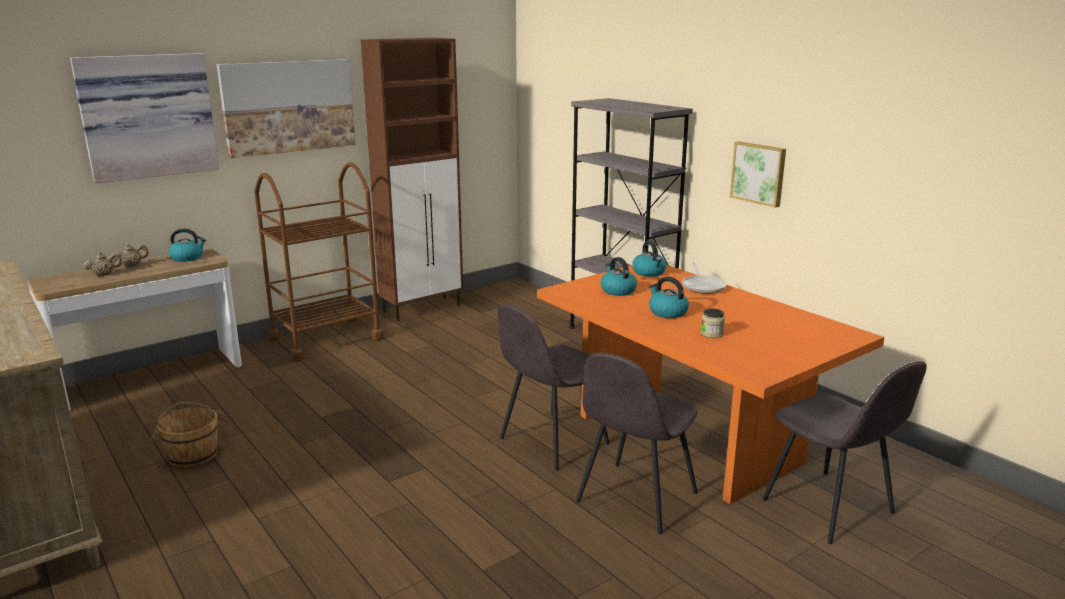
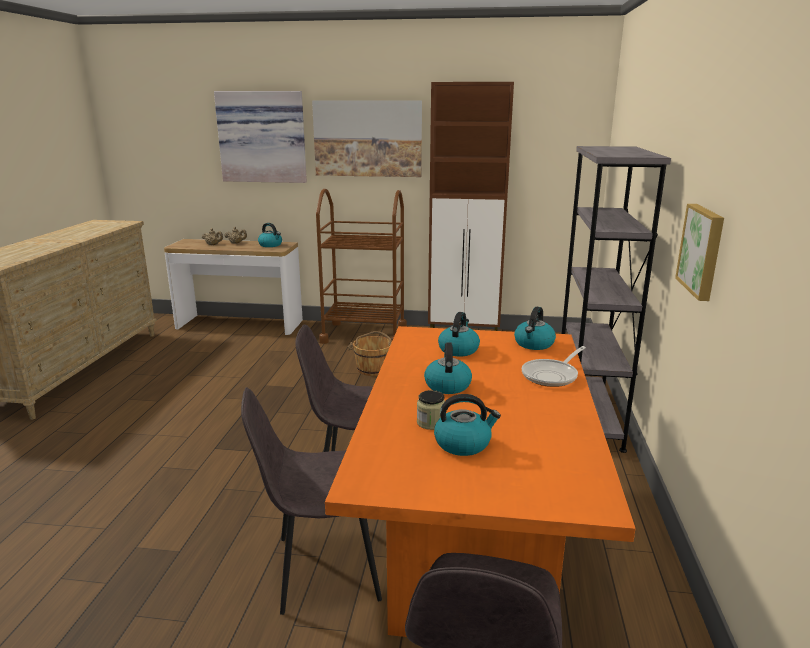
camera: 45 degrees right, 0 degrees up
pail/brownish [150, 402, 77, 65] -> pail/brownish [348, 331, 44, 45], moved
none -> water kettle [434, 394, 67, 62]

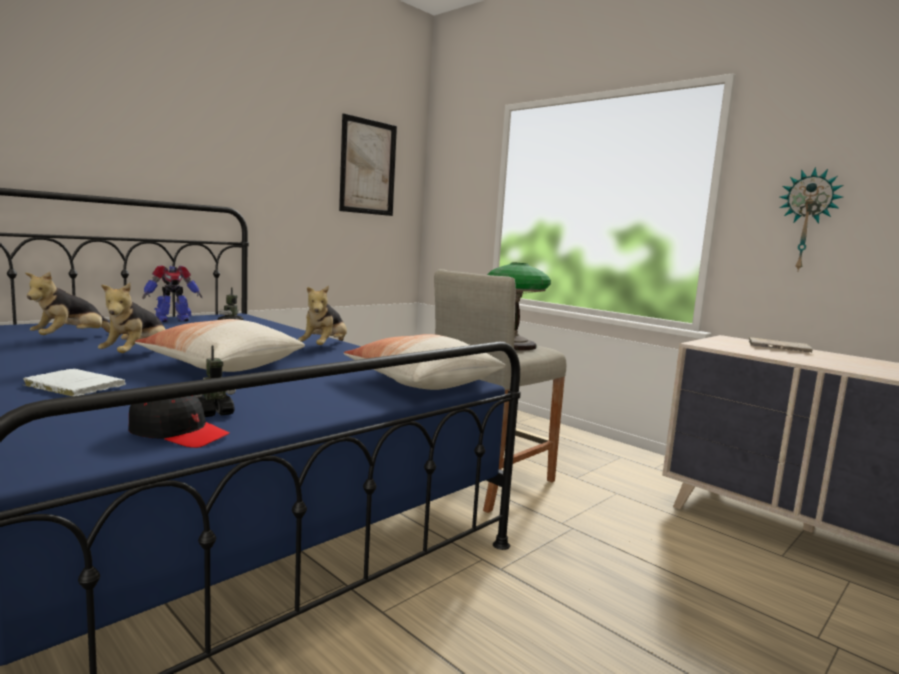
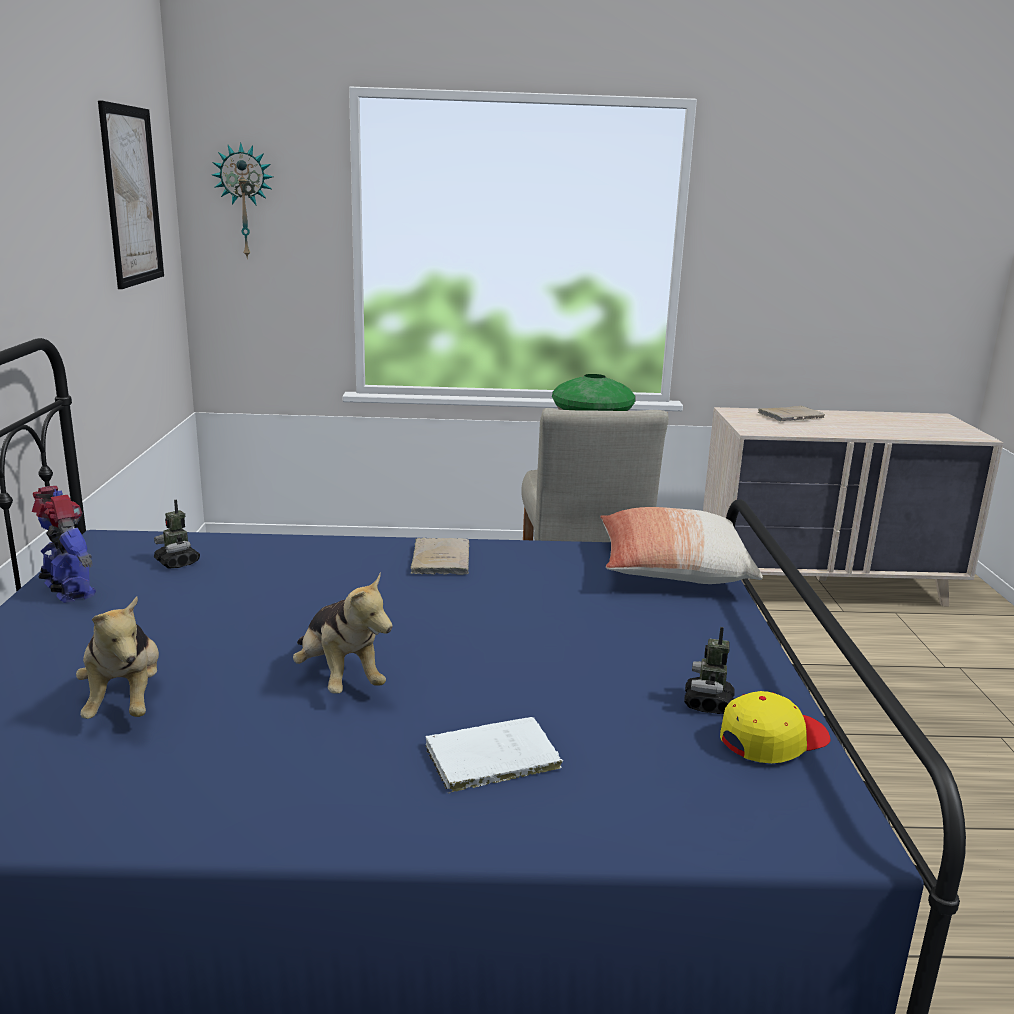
camera: 45 degrees left, 10 degrees up
model robot [142, 265, 60, 57] -> model robot [32, 486, 64, 117], 45 degrees counterclockwise
hanging clock [779, 167, 64, 104] -> hanging clock [212, 142, 61, 118], moved
cuddly toy [298, 285, 49, 60] -> bound book/beige-coloured [411, 538, 58, 37]
peaked cap/black [128, 396, 102, 52] -> peaked cap/yellow [720, 691, 110, 72]
cushion [135, 319, 170, 53] -> none

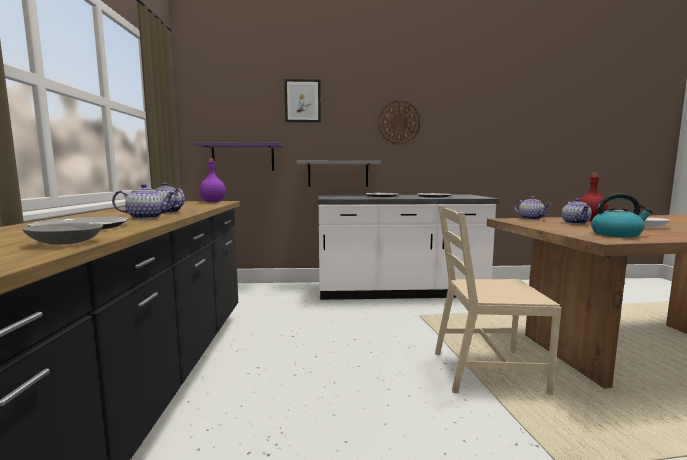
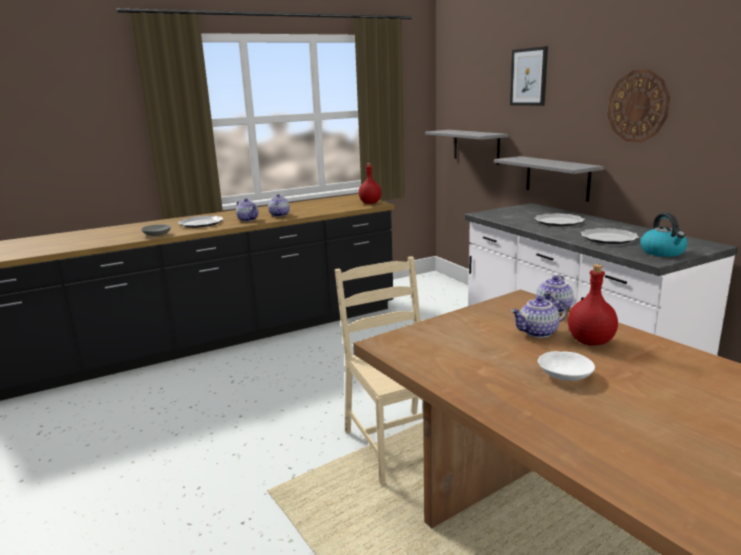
camera: 65 degrees right, 10 degrees up
beverage bottle/purplish [200, 158, 26, 44] -> beverage bottle/reddish [359, 163, 22, 41]
wall shelf/purplish [193, 142, 90, 29] -> wall shelf/grey [425, 130, 83, 35]
water kettle [591, 194, 62, 44] -> water kettle [640, 213, 48, 44], moved

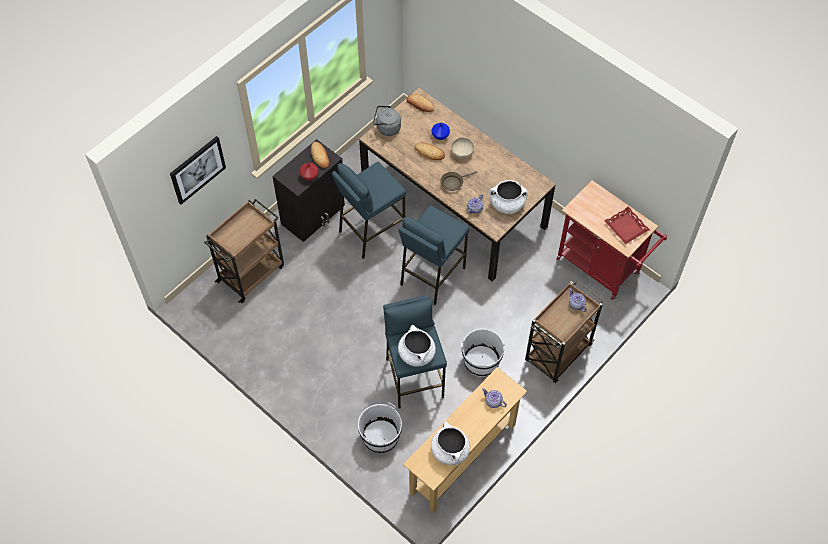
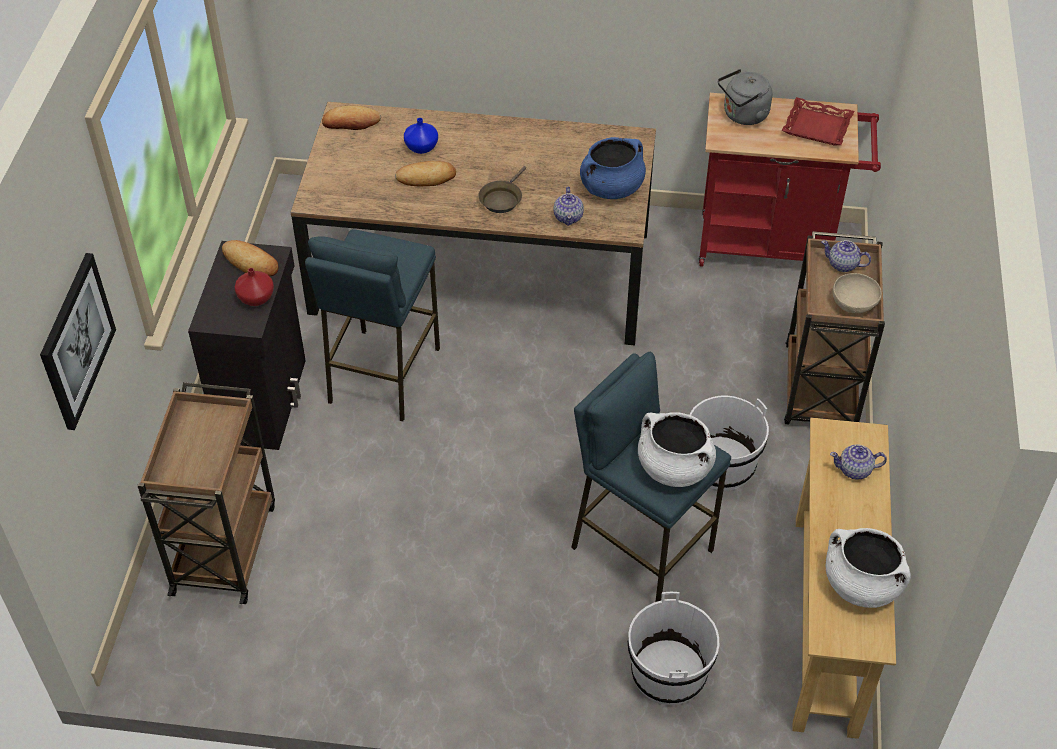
camera: 35 degrees left, 10 degrees down
cooking pot/white [489, 180, 39, 34] -> cooking pot/bluish [580, 137, 66, 62]
water kettle/grey [373, 106, 28, 30] -> water kettle/grey [718, 69, 54, 56], moved
serving bowl/beige-coloured [451, 137, 23, 21] -> serving bowl/beige-coloured [833, 273, 49, 40], moved
sitting stool/bluish [398, 205, 71, 100] -> none

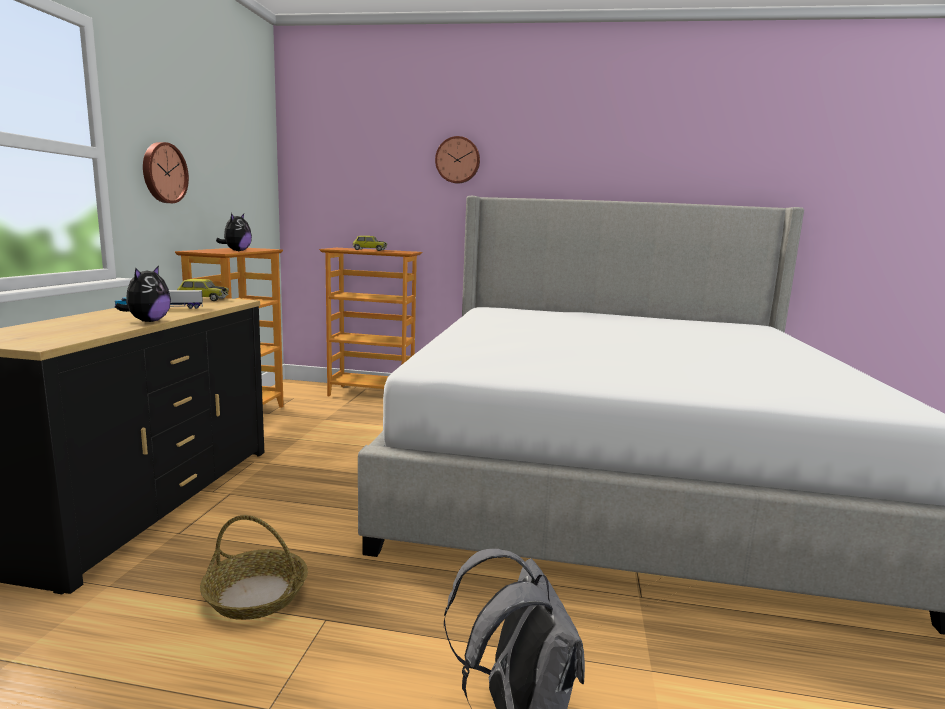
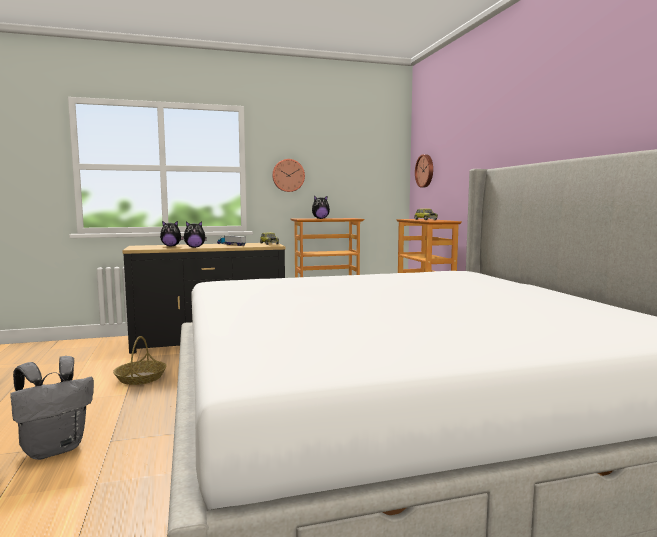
camera: 65 degrees right, 5 degrees down
none -> cuddly toy [160, 221, 24, 26]
hanging clock [435, 136, 45, 48] -> hanging clock [415, 154, 18, 33], moved

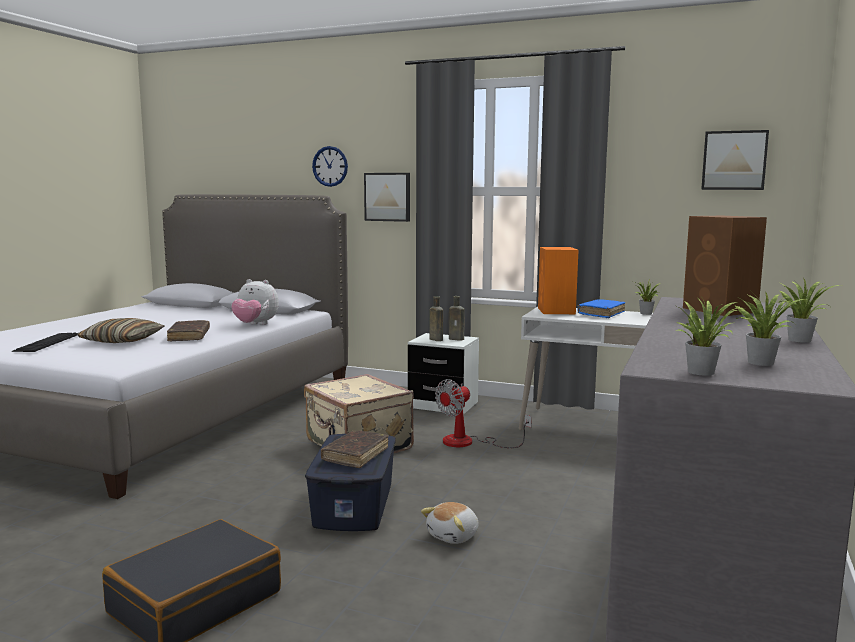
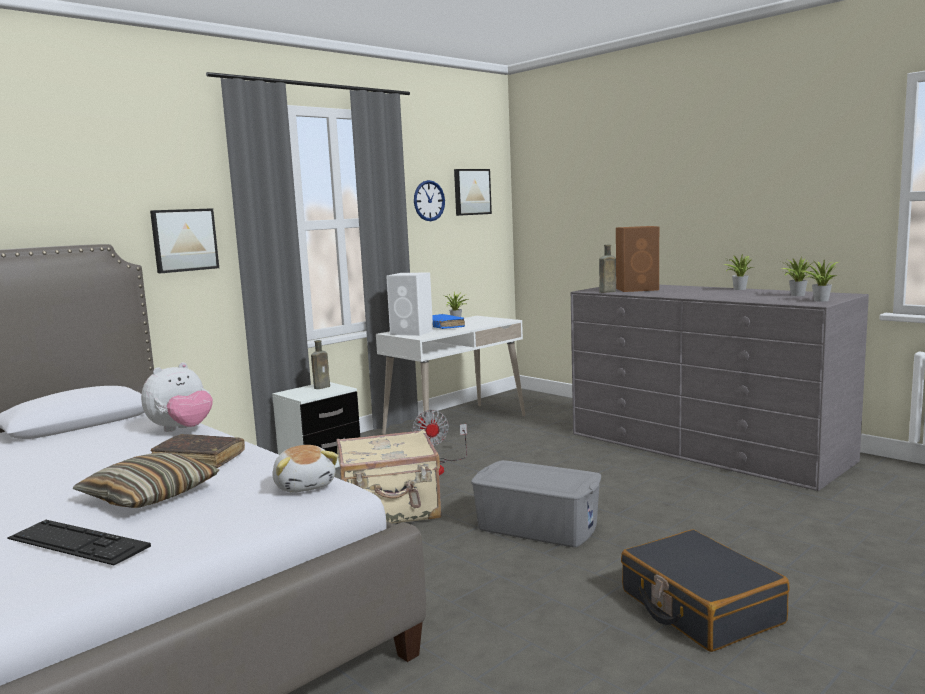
camera: 65 degrees left, 0 degrees up
cuddly toy [421, 502, 58, 42] -> cuddly toy [272, 445, 66, 48], moved
loudspeaker/orange [538, 247, 41, 67] -> loudspeaker/white [386, 273, 47, 63]
hanging clock [312, 146, 36, 41] -> hanging clock [414, 180, 31, 41], moved
storage container/bluish [305, 434, 91, 97] -> storage container/grey [471, 460, 130, 87]
beverage bottle/brownish [429, 296, 14, 45] -> beverage bottle/brownish [599, 245, 17, 48], moved
bound book/brownish [321, 430, 67, 38] -> none

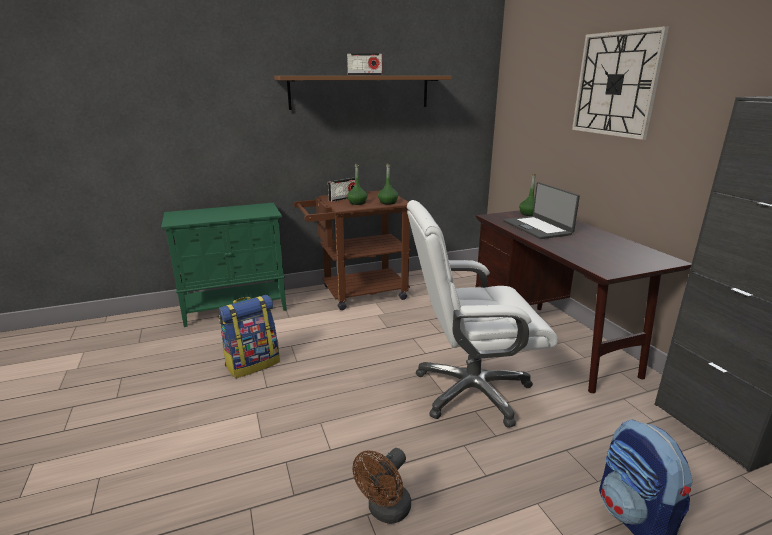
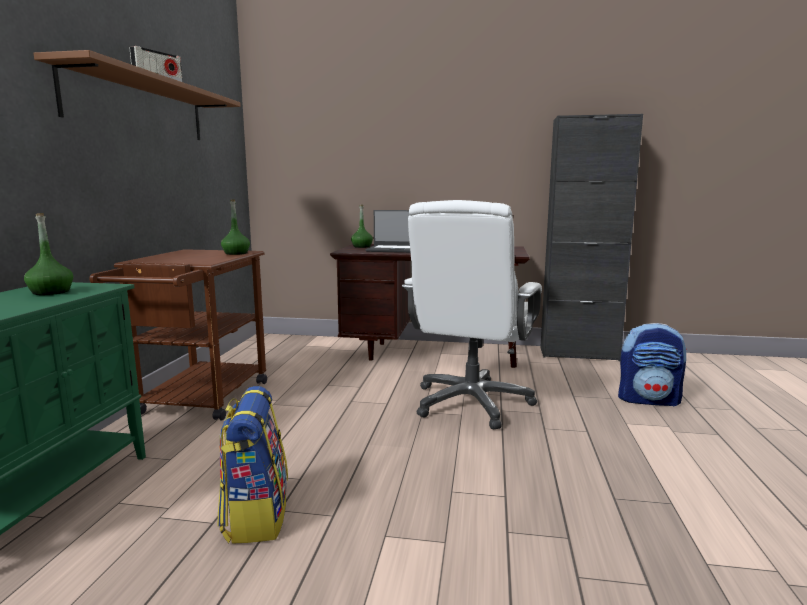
camera: 60 degrees left, 10 degrees down
beverage bottle/green [347, 164, 21, 41] -> beverage bottle/green [24, 213, 49, 82], moved
radio receiver [328, 178, 27, 24] -> none
electric fan/brownish [353, 448, 58, 76] -> none
hanging clock [572, 26, 97, 114] -> none

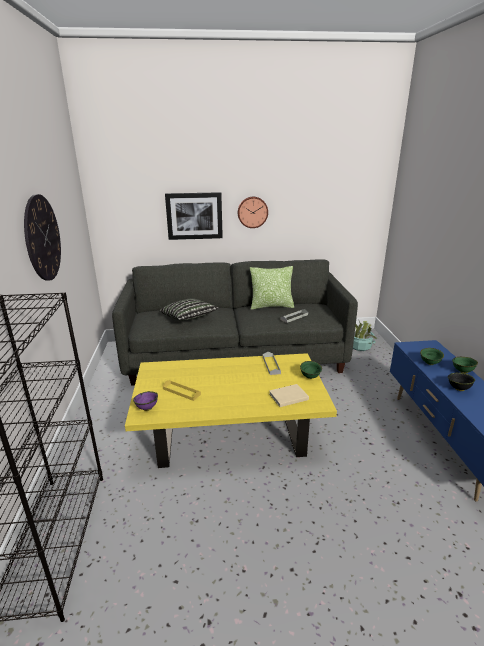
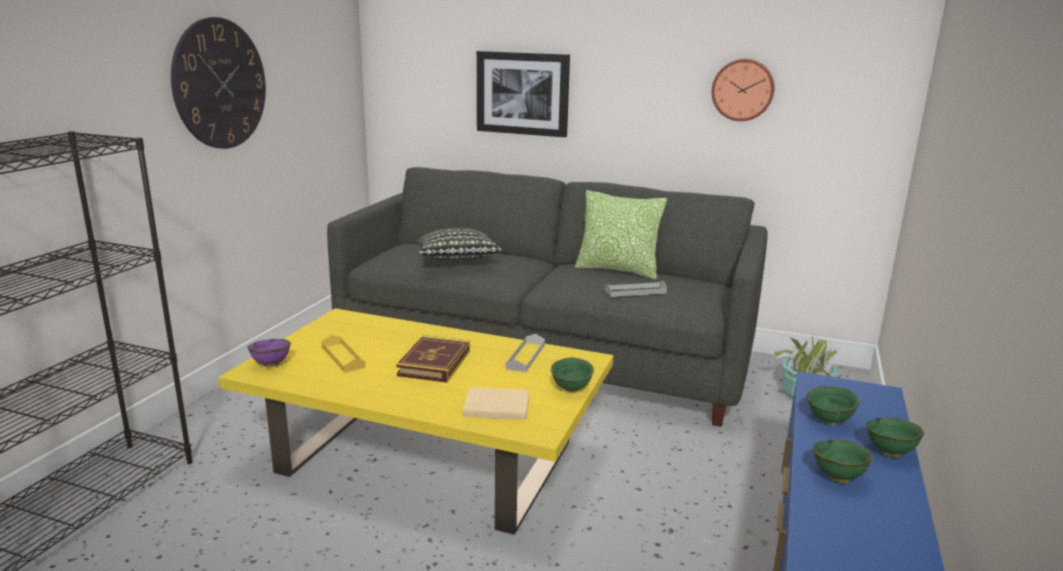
camera: 25 degrees right, 5 degrees down
none -> bound book [396, 335, 74, 48]
hanging clock [238, 197, 30, 31] -> hanging clock [712, 59, 62, 62], moved
serving bowl/black [448, 373, 27, 18] -> serving bowl/green [813, 440, 60, 43]

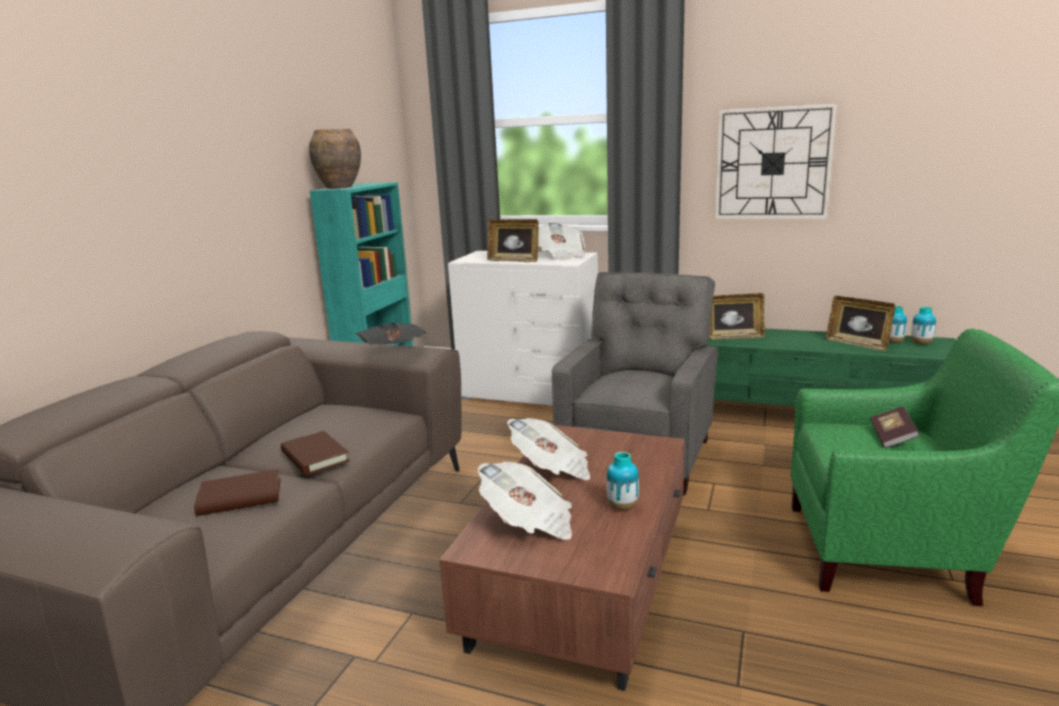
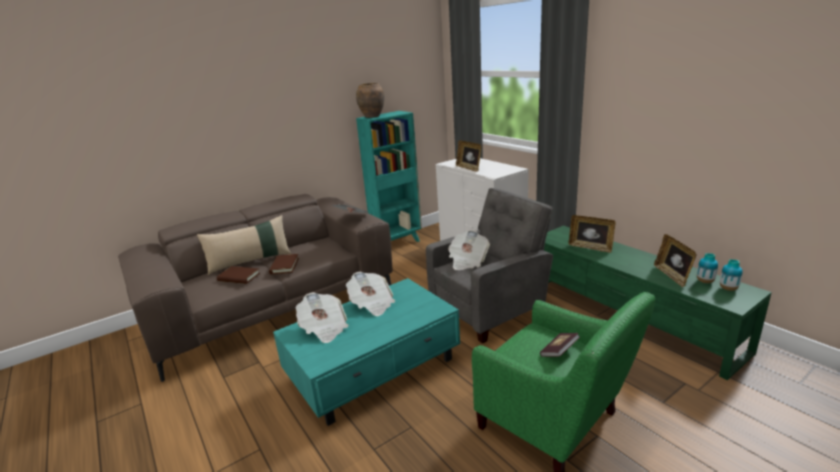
camera: 35 degrees right, 5 degrees up
none -> cushion/beige-coloured [197, 215, 94, 60]
coffee table/brownish [439, 425, 246, 266] -> coffee table/turquoise [273, 278, 187, 148]
daily paper [538, 222, 47, 38] -> daily paper [448, 230, 42, 40], moved
flower vase [606, 452, 33, 58] -> none
hanging clock [715, 103, 122, 116] -> none

